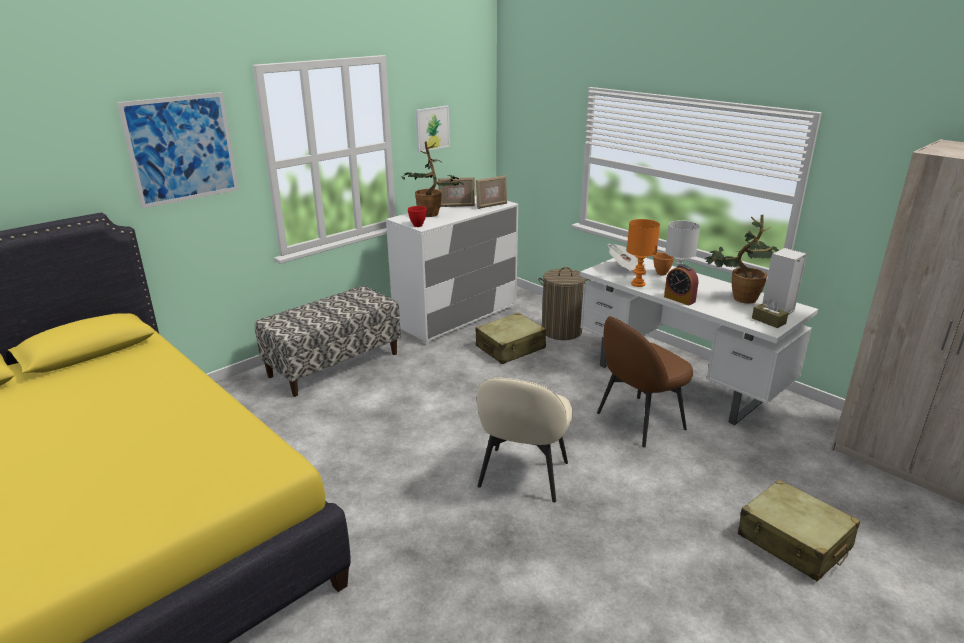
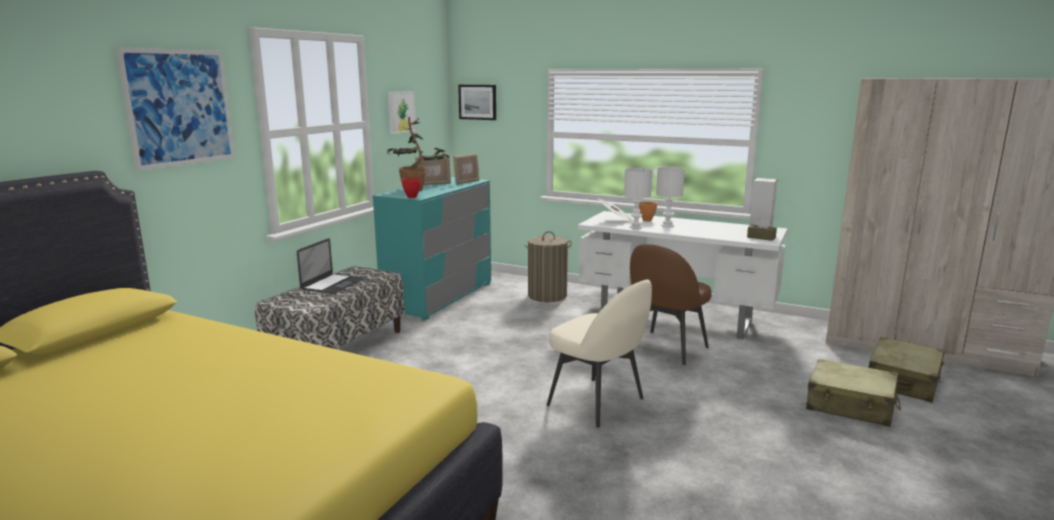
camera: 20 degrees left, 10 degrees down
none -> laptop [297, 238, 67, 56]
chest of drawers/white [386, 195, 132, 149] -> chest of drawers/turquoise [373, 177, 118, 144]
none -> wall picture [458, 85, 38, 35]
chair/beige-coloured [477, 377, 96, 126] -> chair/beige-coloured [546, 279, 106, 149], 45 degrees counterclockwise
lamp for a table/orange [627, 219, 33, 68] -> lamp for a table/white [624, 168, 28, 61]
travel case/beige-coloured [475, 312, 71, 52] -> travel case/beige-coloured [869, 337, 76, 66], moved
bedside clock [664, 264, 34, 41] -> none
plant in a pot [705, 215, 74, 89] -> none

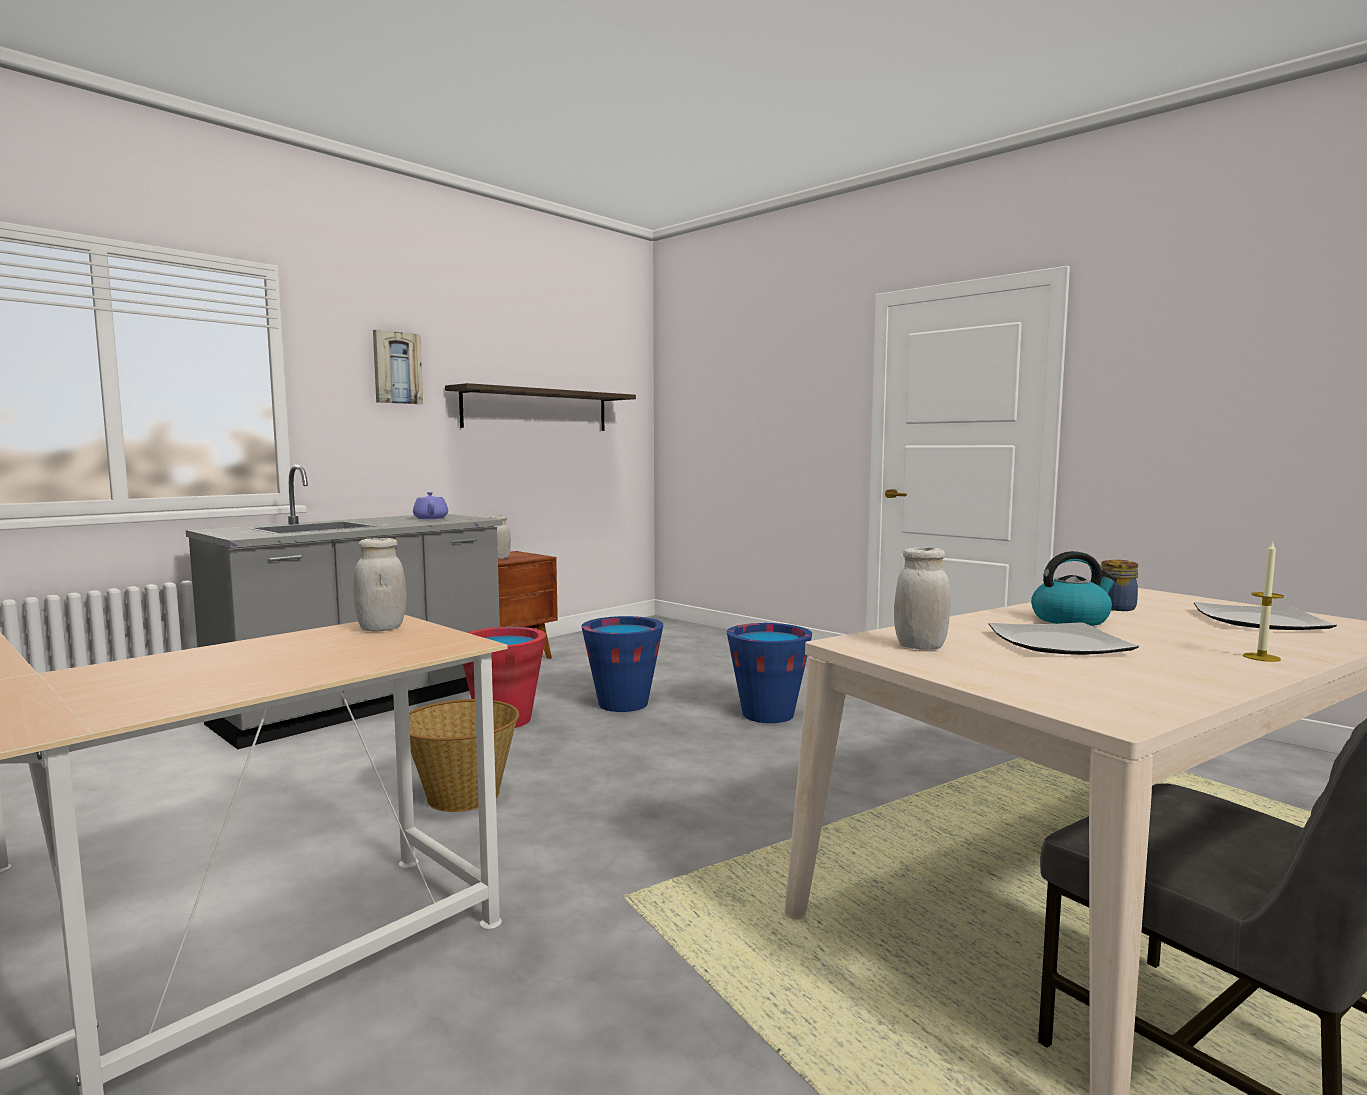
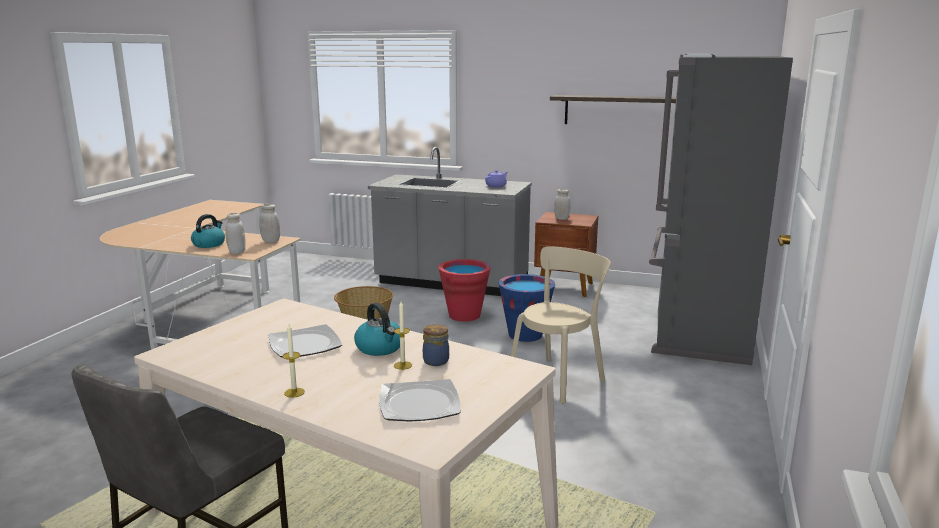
camera: 65 degrees right, 10 degrees up
none -> water kettle [191, 214, 34, 34]
storage jar/white [894, 547, 56, 103] -> storage jar/white [225, 213, 21, 41], moved
none -> wax light [394, 302, 18, 68]
pail/bluish [727, 623, 85, 100] -> chair/beige-coloured [511, 246, 100, 158]
none -> kitchen fridge/grey [649, 54, 144, 311]
wall picture [373, 329, 50, 75] -> none

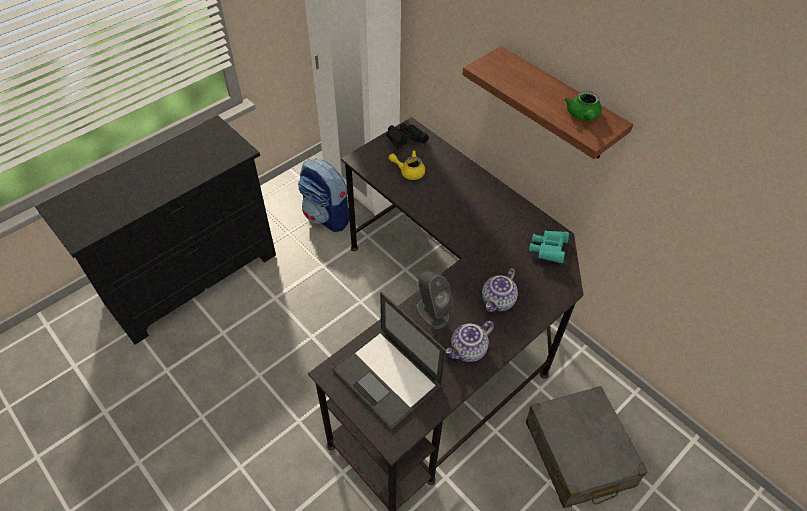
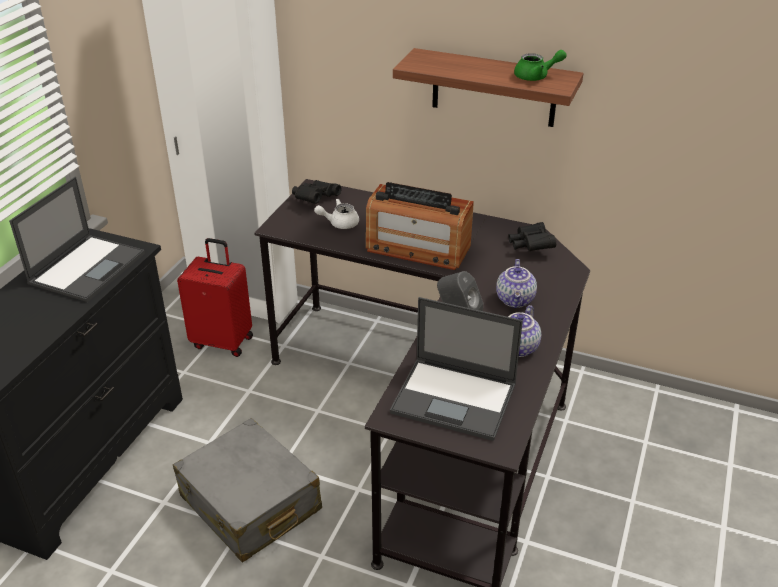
camera: 25 degrees left, 15 degrees down
none -> laptop [9, 177, 136, 125]
travel case/grey [526, 386, 122, 122] -> travel case/grey [173, 418, 149, 145], moved
rucksack [298, 159, 52, 73] -> travel case/reddish [177, 238, 76, 119]
tea pot/yellow [389, 150, 36, 30] -> tea pot/white [314, 199, 45, 30]
none -> radio receiver [366, 182, 108, 88]
field glasses/turquoise [529, 230, 40, 33] -> field glasses/black [509, 222, 47, 29]
tea pot/green [565, 91, 37, 30] -> tea pot/green [514, 50, 53, 31], 75 degrees counterclockwise

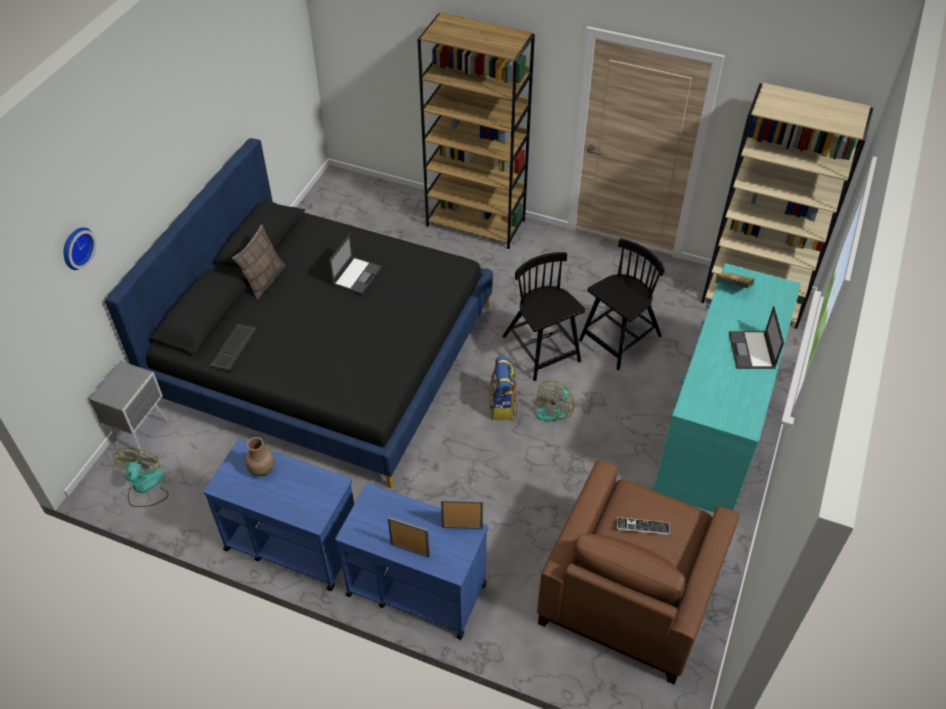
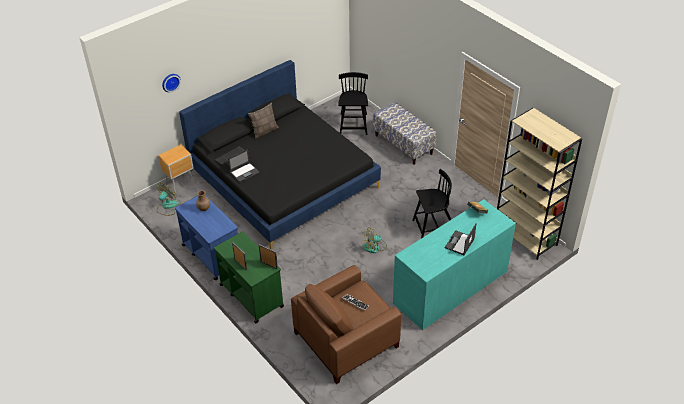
camera: 30 degrees right, 5 degrees down
nightstand/grey [89, 361, 80, 94] -> nightstand/brownish [158, 144, 37, 49]
wheeled cart/bluish [335, 483, 153, 157] -> wheeled cart/green [214, 231, 70, 92]
laptop [329, 233, 53, 62] -> laptop [228, 149, 32, 33], moved
chair/black [502, 252, 84, 129] -> chair/black [338, 72, 30, 63], moved
bookshelf/brownish [417, 12, 118, 237] -> indoor bench [373, 102, 64, 63]
rucksack [489, 356, 28, 64] -> none

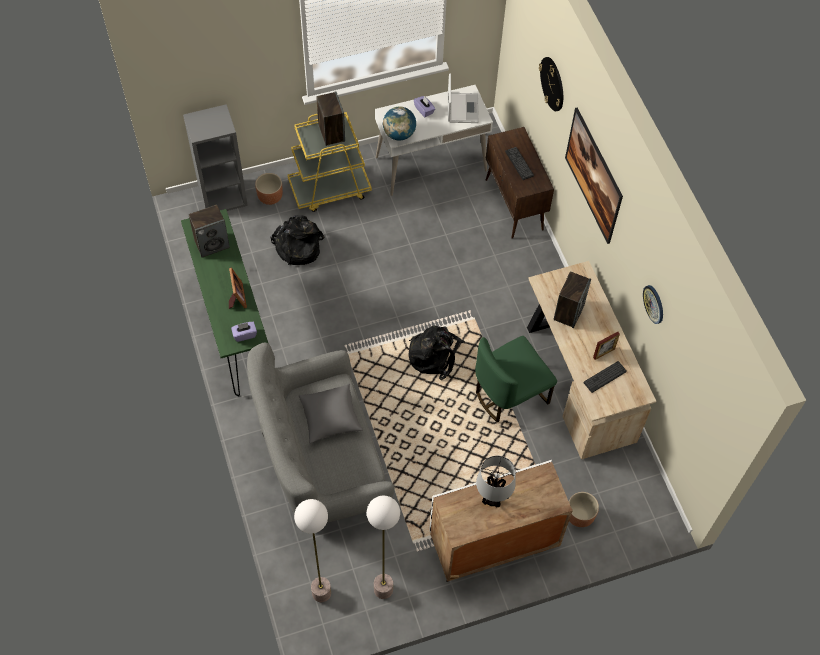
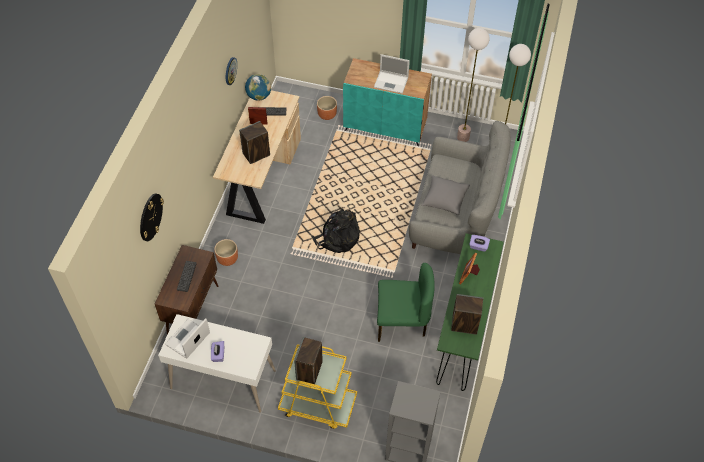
camera: 145 degrees left, 5 degrees down
flower pot/brownish [255, 173, 28, 32] -> flower pot/brownish [214, 239, 24, 27], moved
world globe [383, 106, 33, 35] -> world globe [245, 74, 26, 27], moved
storage cabinet/white [430, 460, 143, 122] -> storage cabinet/turquoise [343, 58, 89, 88]
lamp for a table [476, 456, 40, 52] -> laptop [374, 54, 36, 40]
chair/green [475, 336, 82, 87] -> chair/green [377, 263, 58, 79], moved
rucksack/black [270, 215, 54, 50] -> none
wall picture [565, 108, 58, 136] -> none

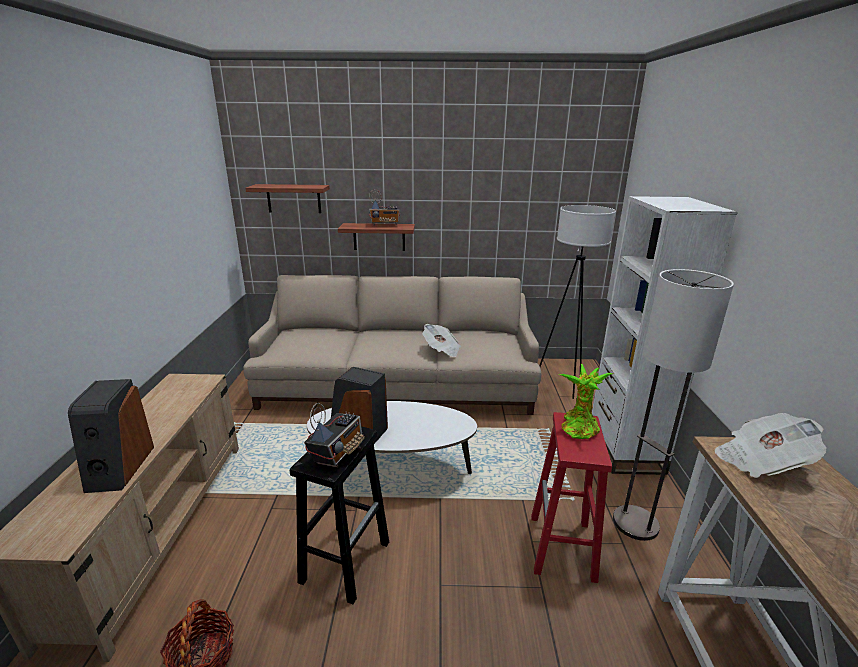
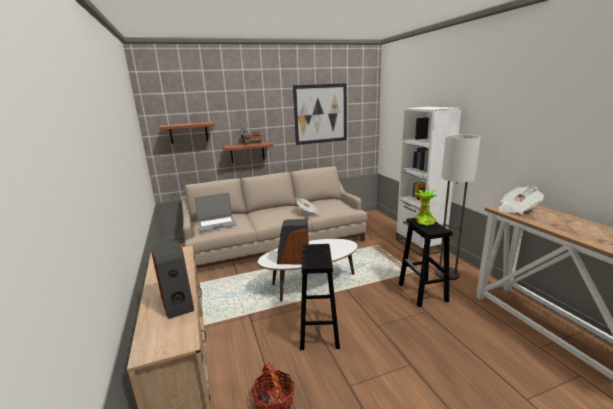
camera: 20 degrees left, 5 degrees down
none -> laptop [194, 193, 42, 38]
none -> wall picture [293, 83, 54, 62]
sitting stool/reddish [531, 412, 81, 171] -> sitting stool/black [399, 218, 54, 89]
radio receiver [304, 403, 61, 65] -> none
floor lamp/white [539, 205, 77, 194] -> none

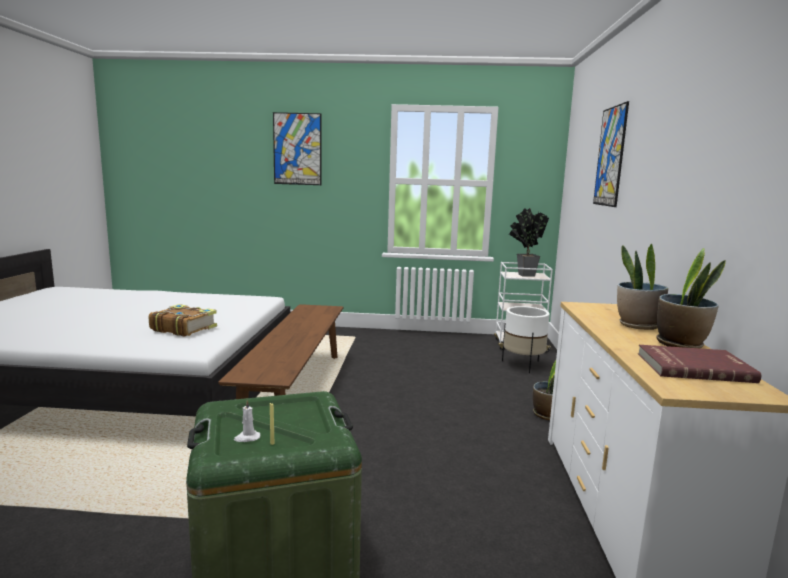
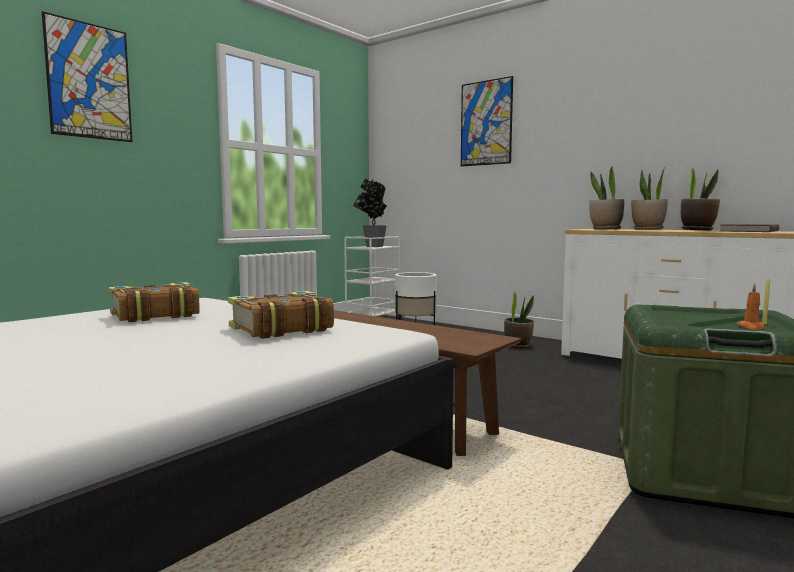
camera: 55 degrees left, 5 degrees down
none -> bound book [108, 282, 92, 40]
none -> plant in a pot [589, 166, 35, 63]
wax light/white [234, 400, 26, 42] -> wax light/orange [737, 283, 28, 47]

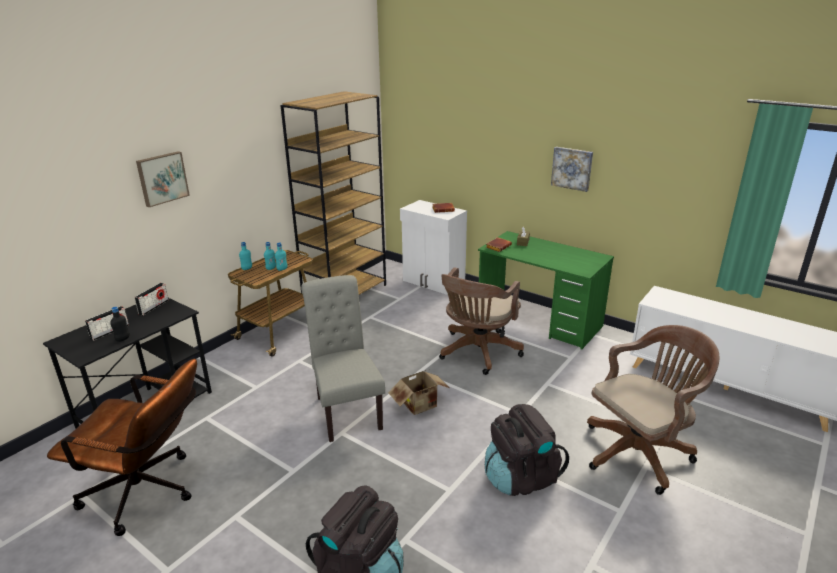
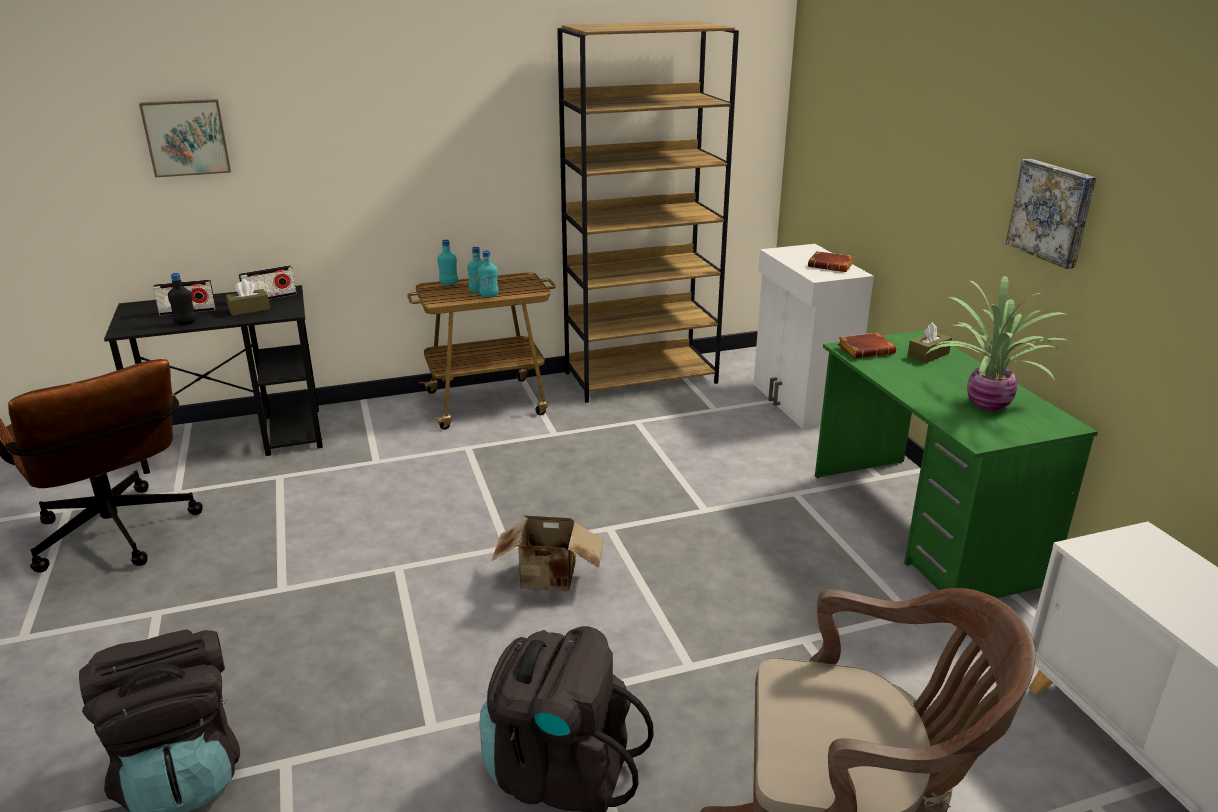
camera: 35 degrees right, 0 degrees up
wall picture [136, 151, 54, 56] -> wall picture [139, 99, 92, 78], moved
none -> tissue holder/brownish [226, 279, 44, 37]
none -> plant in a pot [926, 276, 140, 135]
chair/grey [301, 275, 84, 167] -> none
desk chair/brownish [439, 267, 85, 108] -> none

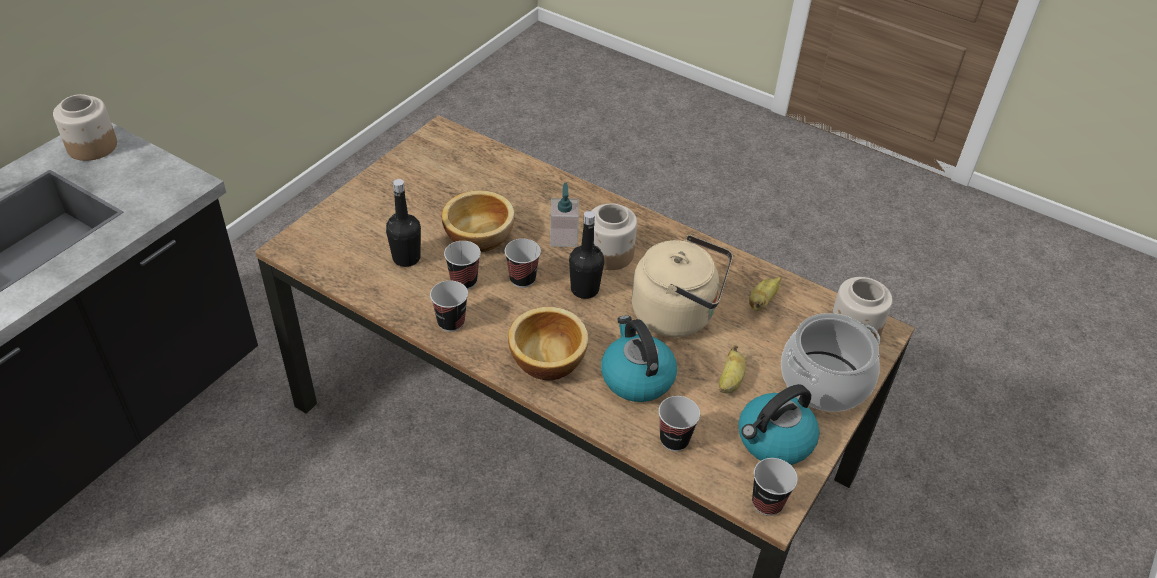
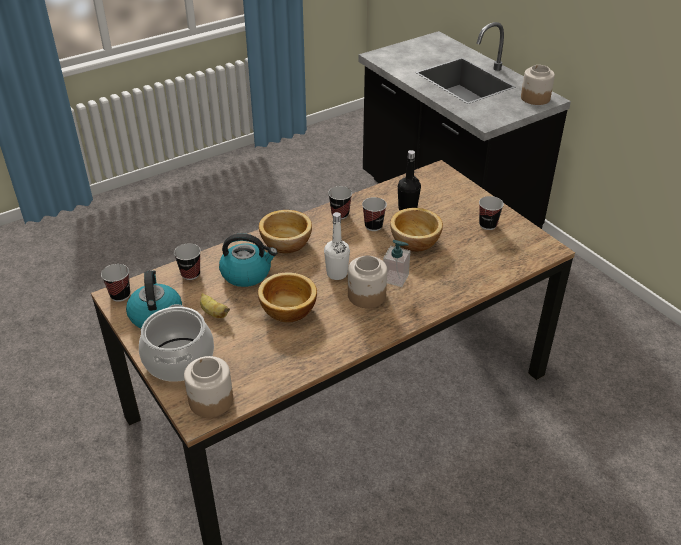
camera: 115 degrees right, 5 degrees down
water kettle/beige-coloured [632, 235, 101, 102] -> serving bowl [258, 272, 59, 50]
beverage bottle/black [569, 211, 35, 88] -> beverage bottle/white [324, 212, 26, 68]
cup [505, 239, 36, 49] -> cup [479, 196, 25, 34], moved
banana [749, 277, 32, 34] -> none

